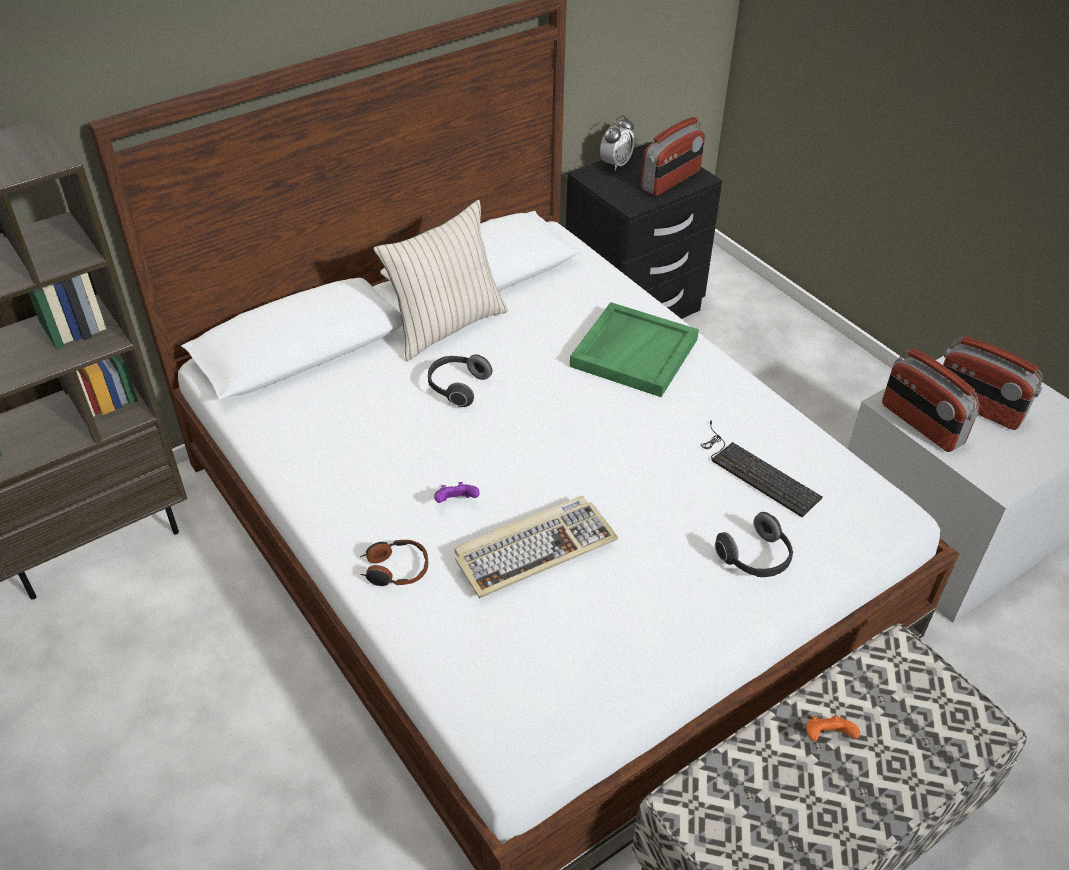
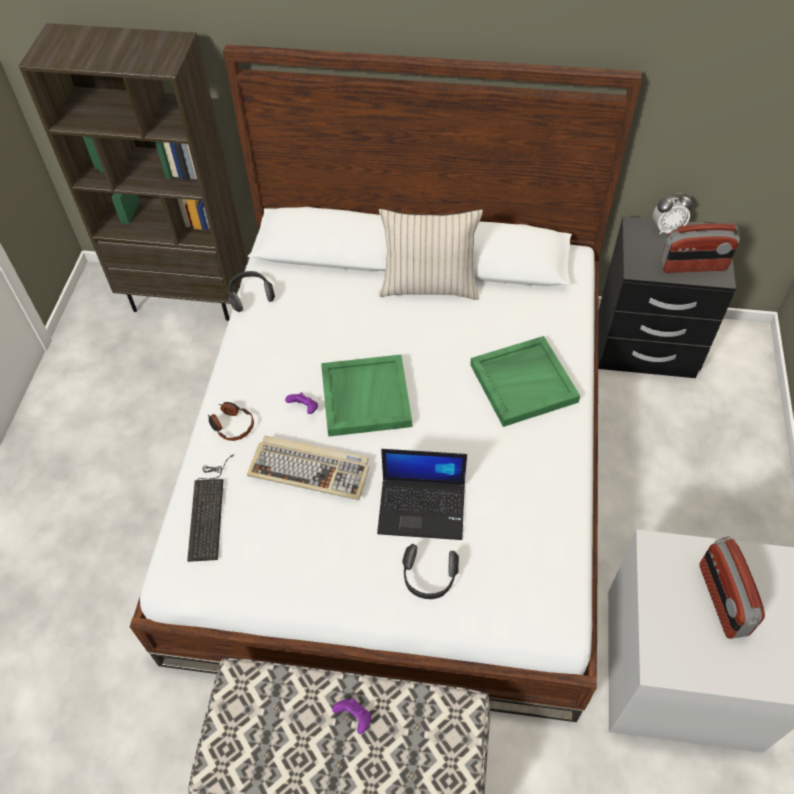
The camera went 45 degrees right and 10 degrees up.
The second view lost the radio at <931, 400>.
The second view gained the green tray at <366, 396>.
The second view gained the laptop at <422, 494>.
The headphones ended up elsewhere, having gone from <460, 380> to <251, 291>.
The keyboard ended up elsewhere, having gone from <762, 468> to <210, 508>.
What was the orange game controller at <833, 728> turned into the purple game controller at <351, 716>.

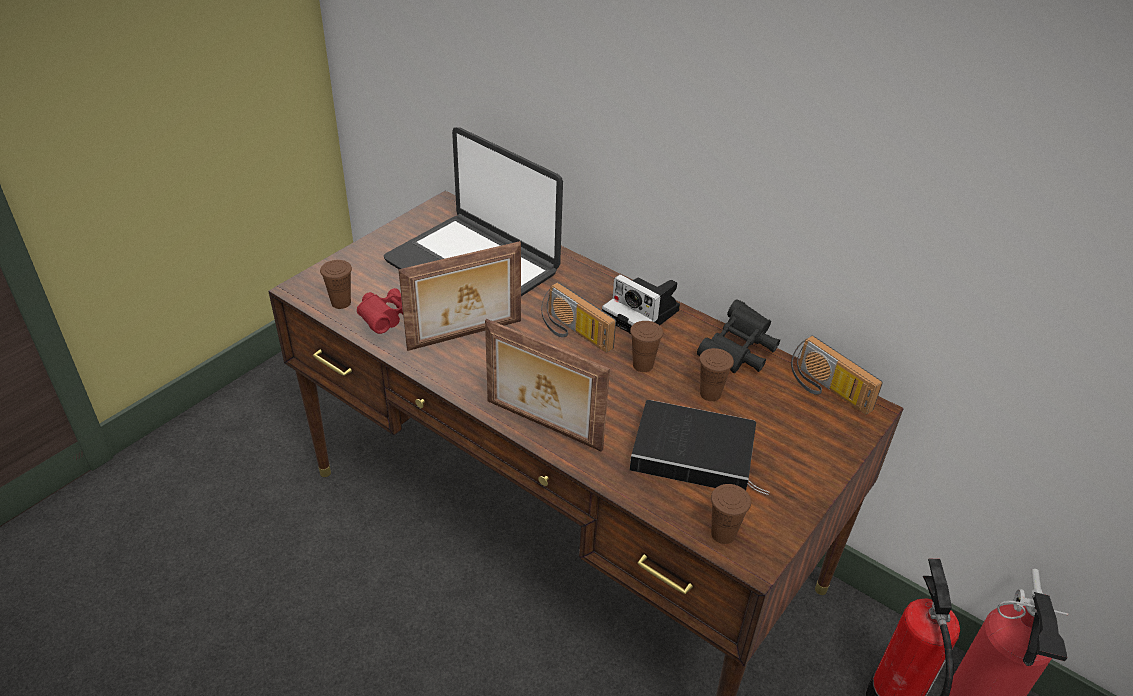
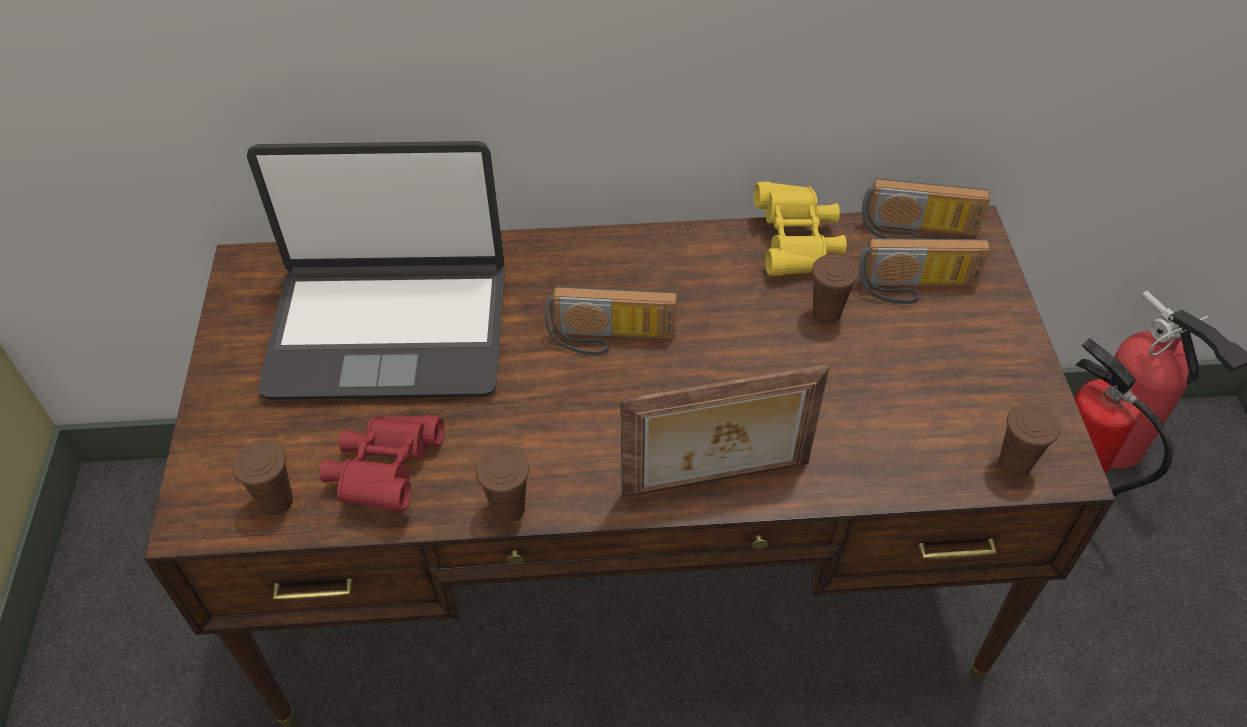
The camera went 40 degrees left and 10 degrees up.
The second view lost the picture frame at <459, 296>.
The second view lost the photo camera at <641, 304>.
The second view lost the book at <700, 447>.
The second view gained the radio at <924, 271>.
The brown cup ended up elsewhere, having gone from <646, 346> to <502, 485>.
What was the black binoculars at <738, 336> turned into the yellow binoculars at <800, 229>.

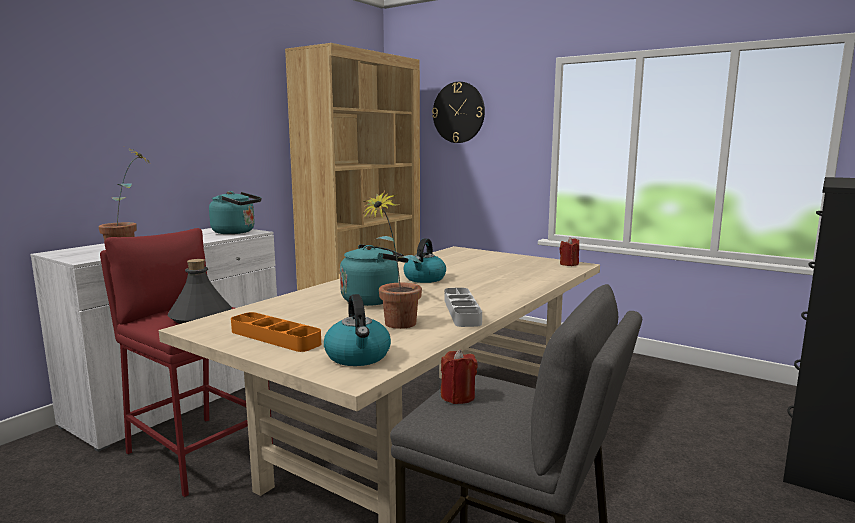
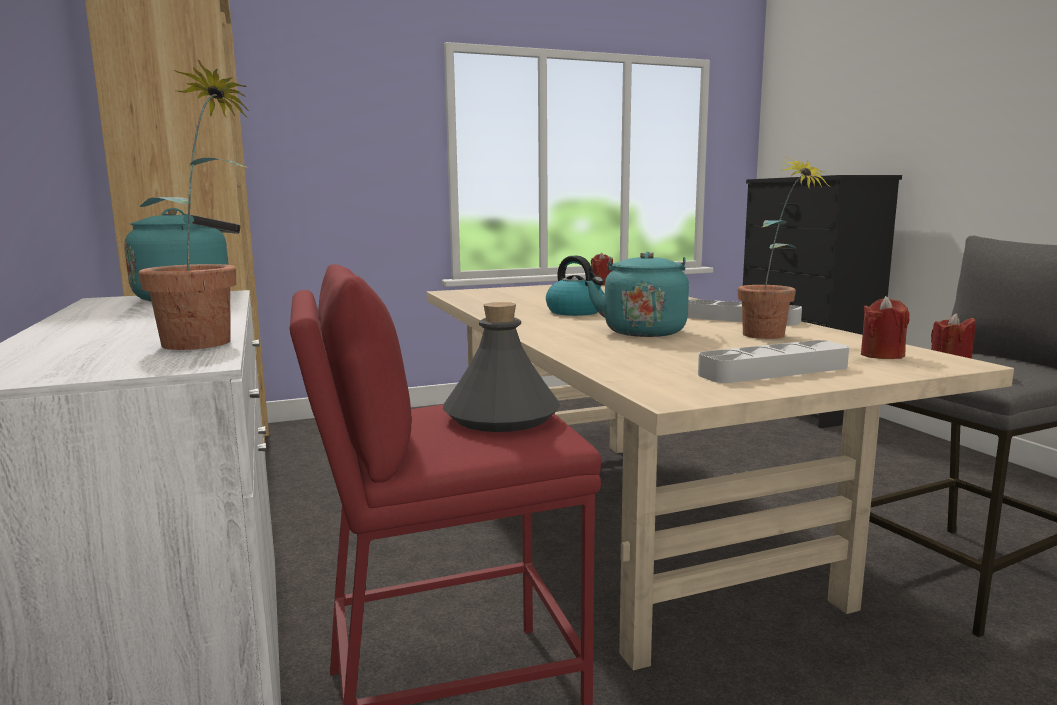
The camera went 55 degrees left and 0 degrees up.
The second view lost the wall clock at <458, 112>.
Where the kettle stood at <357, 330>, the red candle came to stand at <885, 327>.
What was the orange tray at <276, 332> turned into the grey tray at <773, 361>.

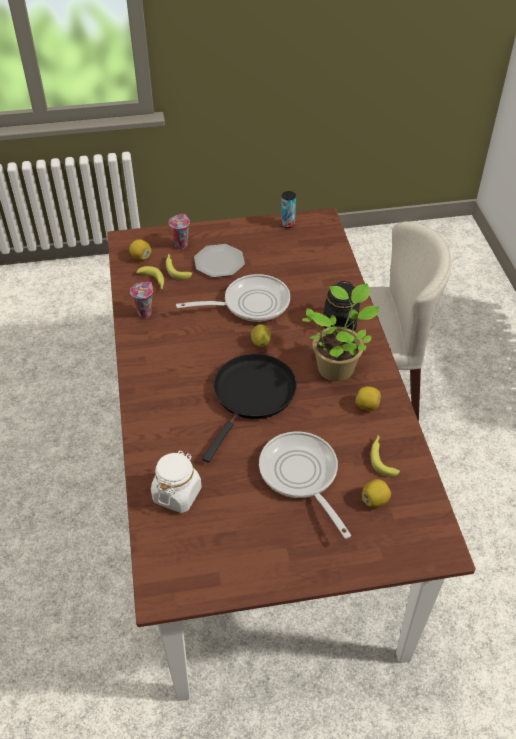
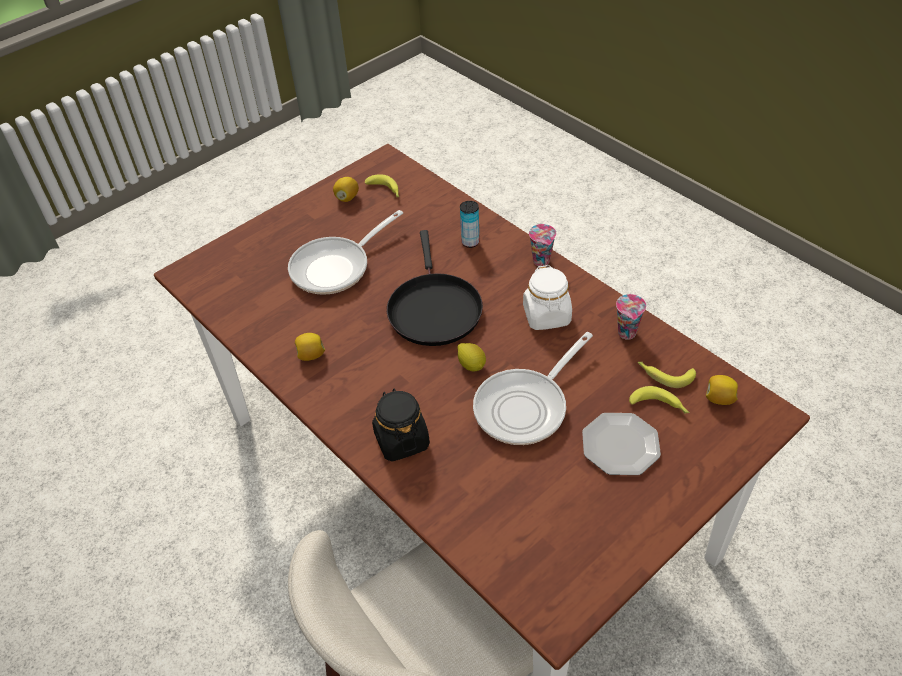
The camera went 150 degrees right and 0 degrees up.
The second view lost the potted plant at <341, 332>.
The white jar ended up elsewhere, having gone from <176, 482> to <547, 297>.
The cup ended up elsewhere, having gone from <179, 231> to <542, 245>.
The can ended up elsewhere, having gone from <288, 209> to <470, 224>.
The lemon ended up elsewhere, having gone from <376, 493> to <346, 189>.
The banana ended up elsewhere, having gone from <385, 456> to <382, 185>.
The frying pan at <305, 485> ended up facing another way, 105 degrees clockwise from before.

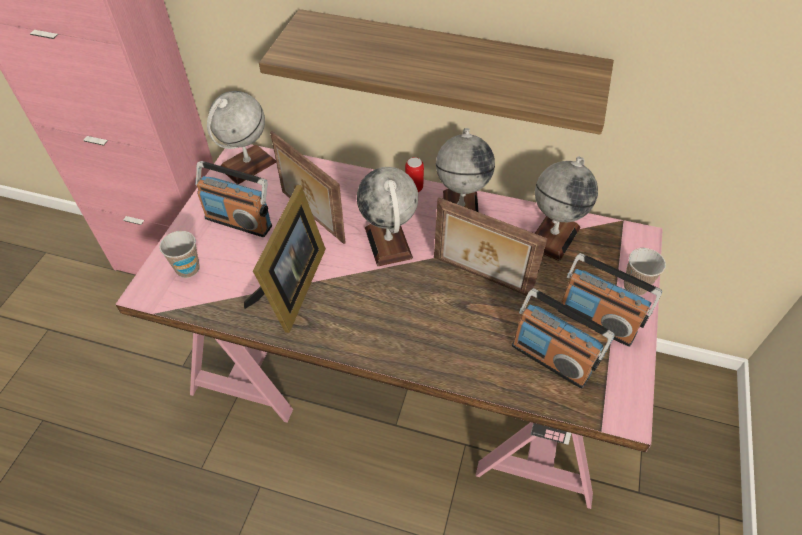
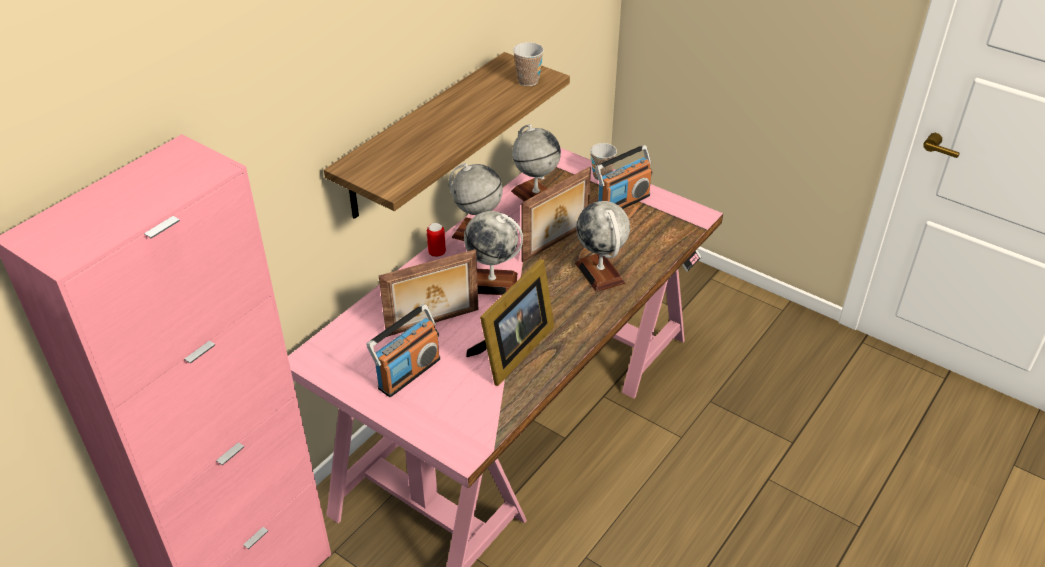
The camera went 70 degrees left and 10 degrees down.
The second view lost the radio at <563, 338>.
The cup ended up elsewhere, having gone from <179, 254> to <528, 64>.
The globe ended up elsewhere, having gone from <241, 137> to <602, 246>.
The picture frame at <285, 259> ended up facing another way, 90 degrees clockwise from before.

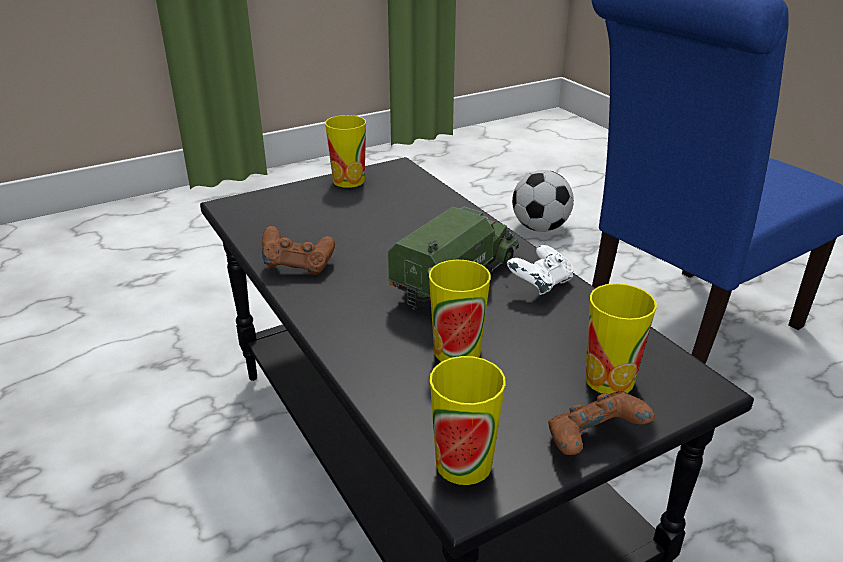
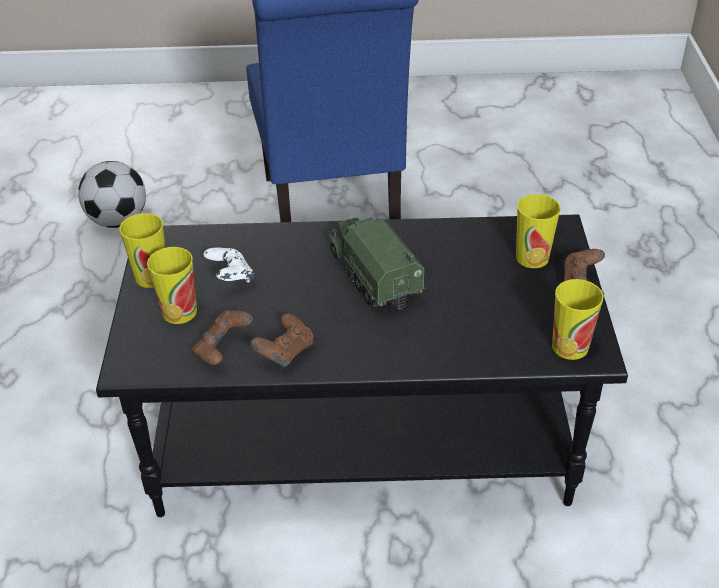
The camera went 60 degrees left and 10 degrees up.
The second view gained the brown game controller at <222, 337>.
The cup ended up elsewhere, having gone from <460, 311> to <172, 285>.
The white game controller ended up elsewhere, having gone from <540, 270> to <229, 265>.

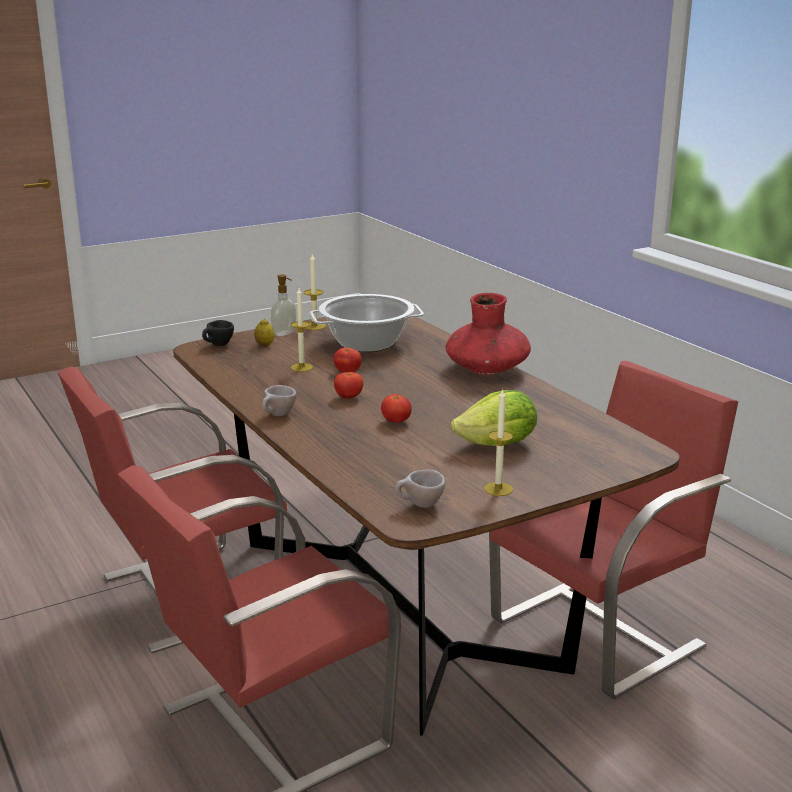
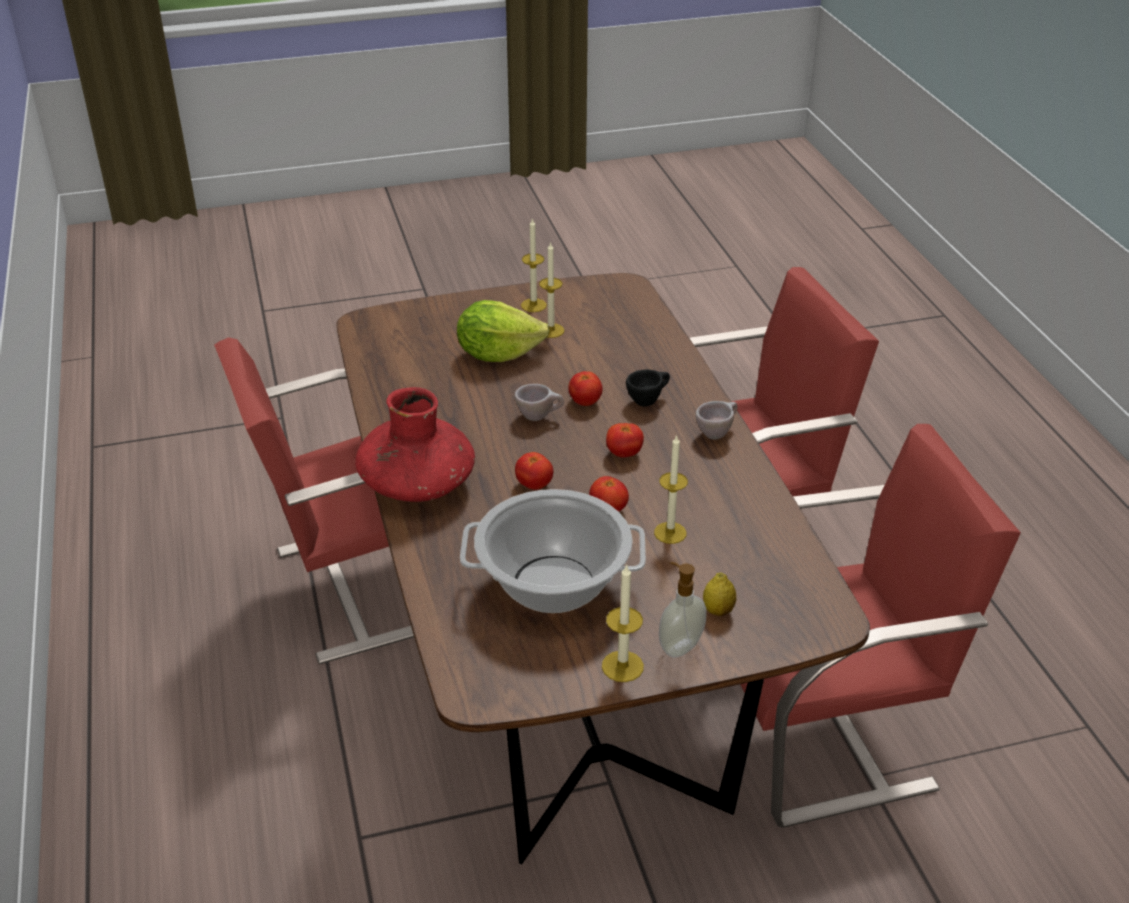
The camera went 165 degrees left and 15 degrees up.
The second view gained the tomato at <534, 471>.
The second view gained the candle at <551, 290>.
The black cup ended up elsewhere, having gone from <218, 333> to <648, 388>.
The beige cup ended up elsewhere, having gone from <420, 489> to <539, 402>.

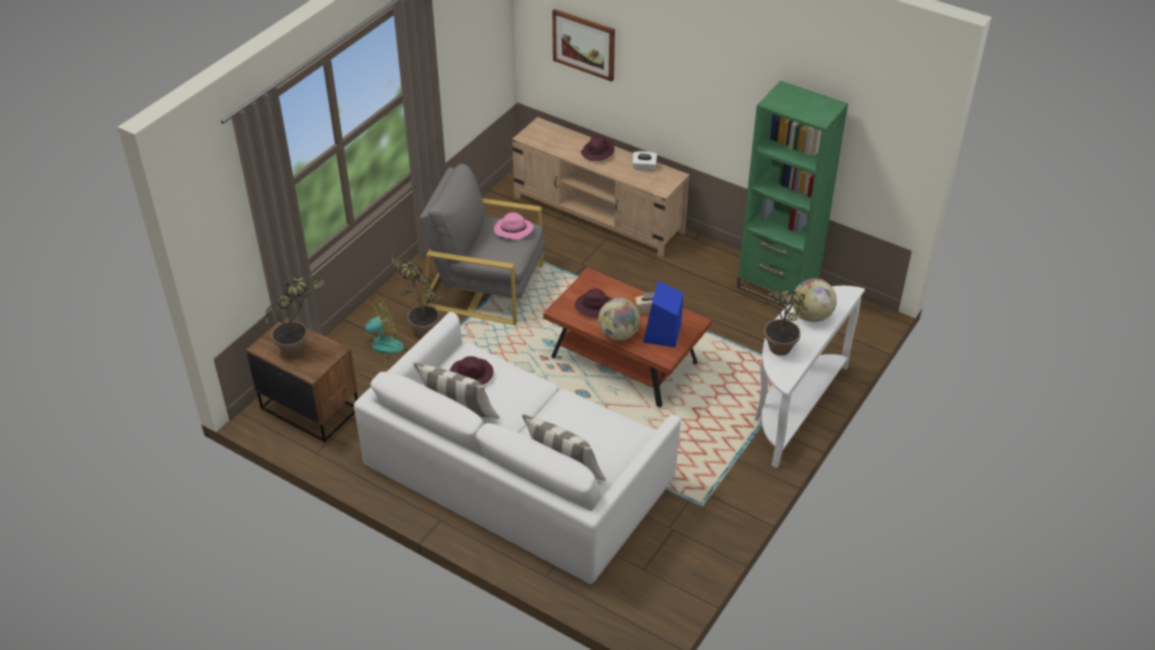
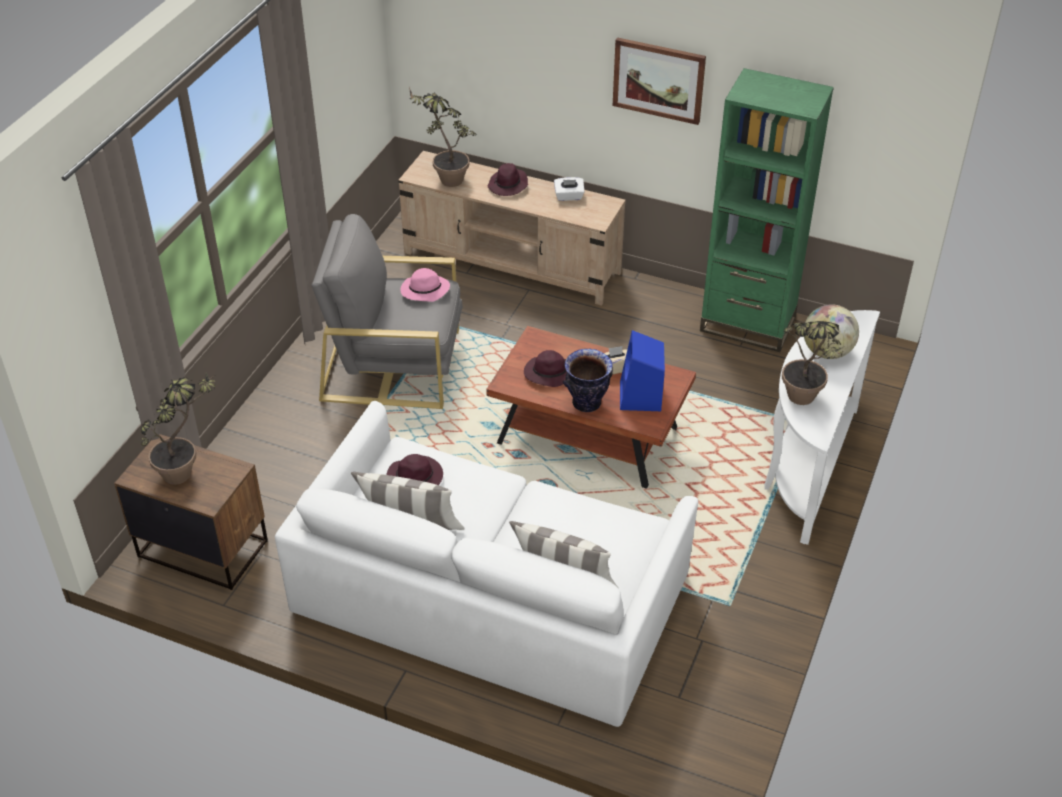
The camera went 10 degrees left and 0 degrees up.
The second view lost the fan at <380, 333>.
The potted plant ended up elsewhere, having gone from <416, 295> to <443, 137>.
The picture ended up elsewhere, having gone from <583, 45> to <659, 81>.
Where the globe stood at <619, 319>, the vase came to stand at <588, 380>.

